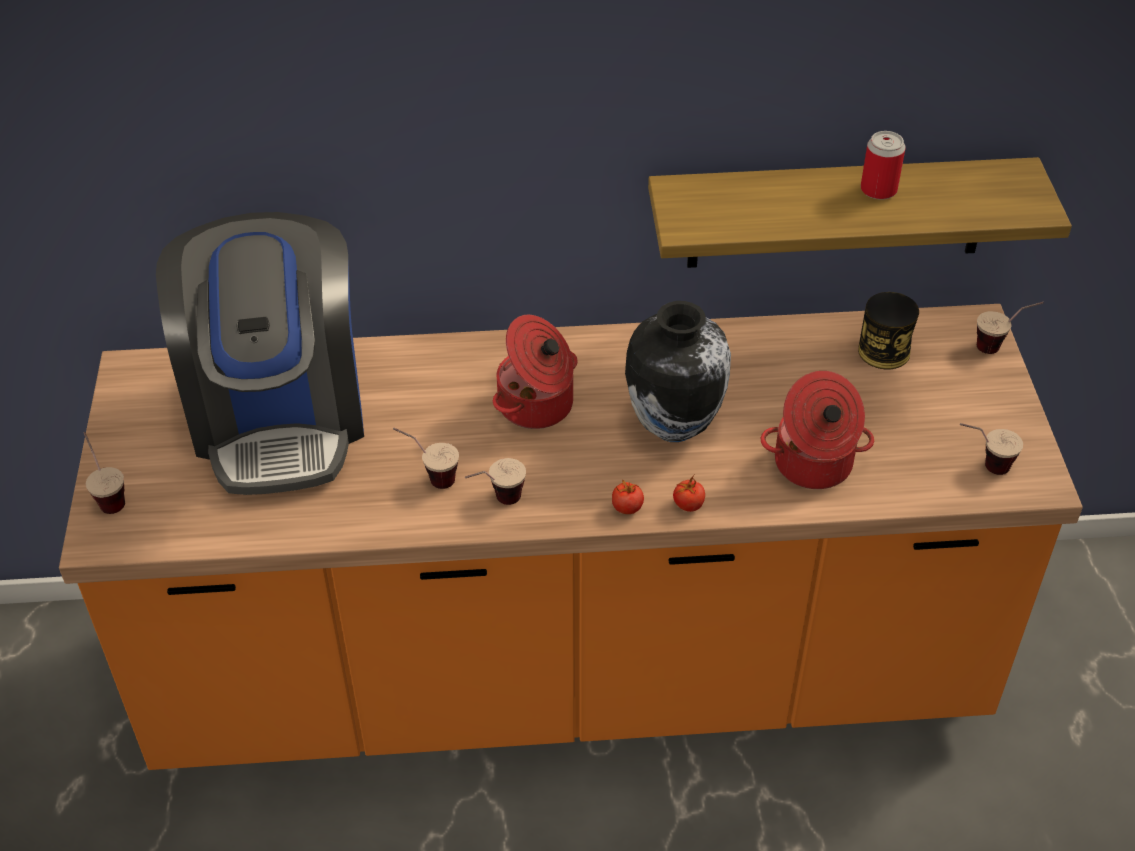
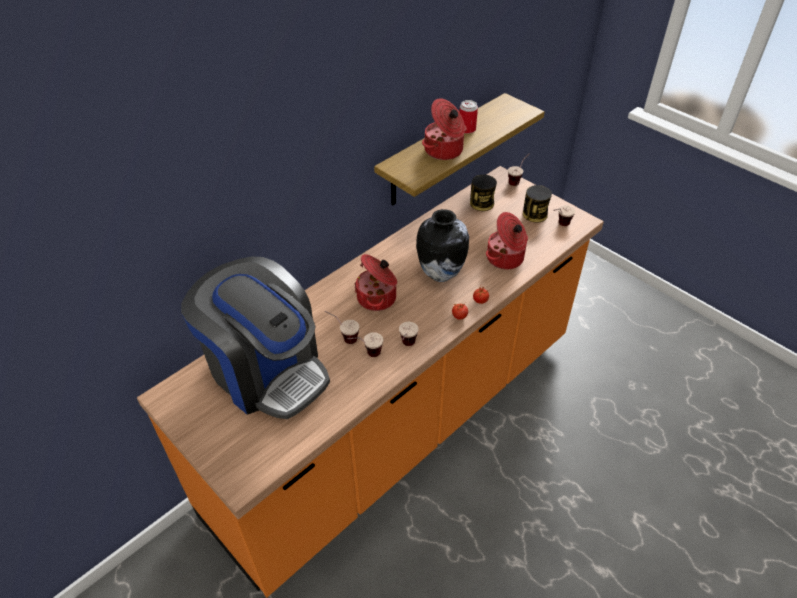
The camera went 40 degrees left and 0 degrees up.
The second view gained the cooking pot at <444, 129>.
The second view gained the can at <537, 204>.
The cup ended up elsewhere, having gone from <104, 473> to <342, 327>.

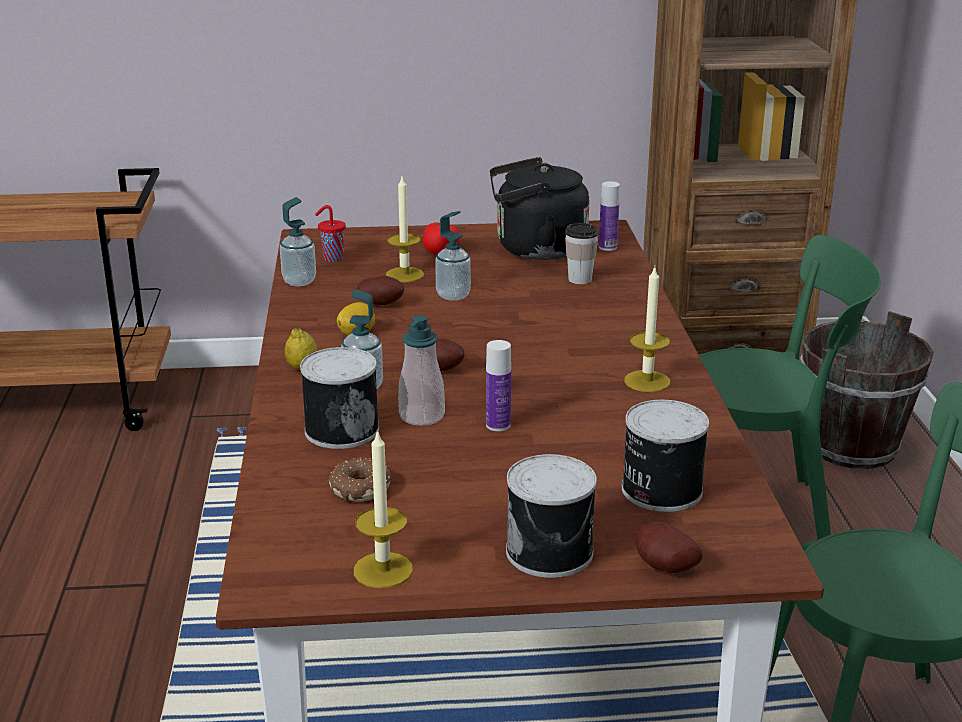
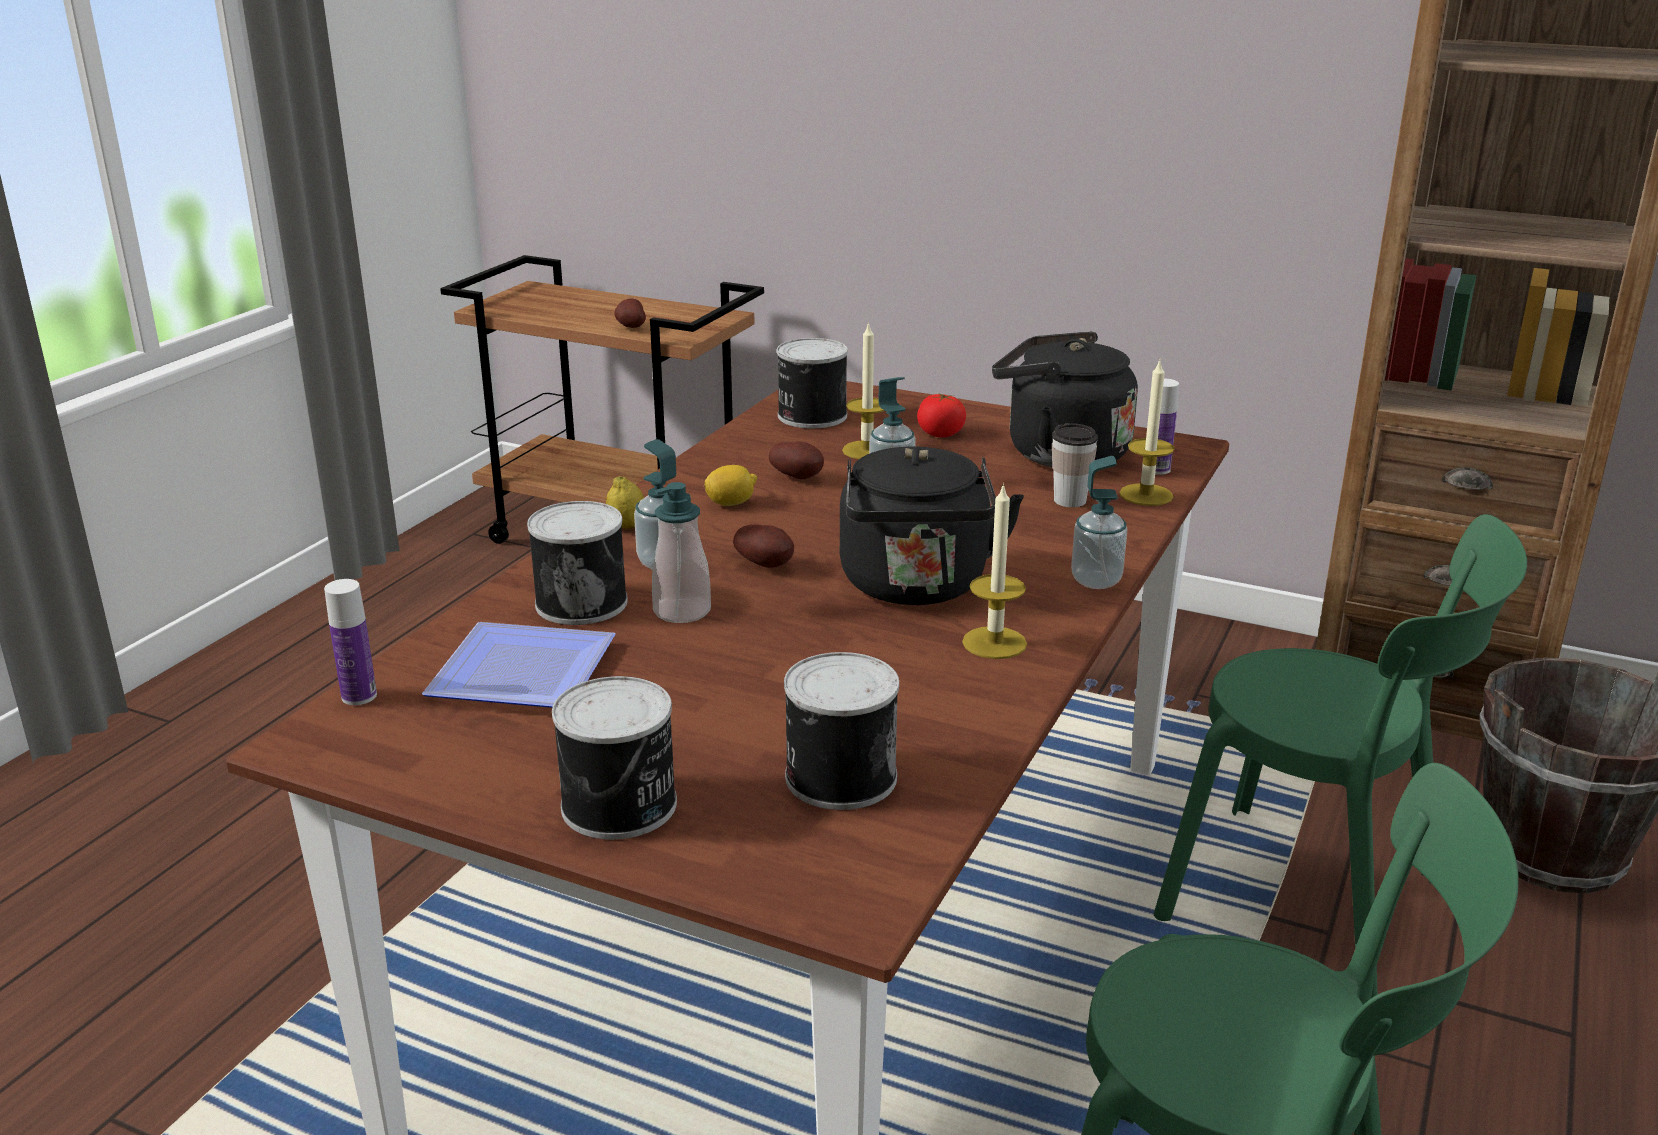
The camera went 30 degrees right and 0 degrees up.
The second view gained the black kettle at <932, 525>.
The soap dispenser ended up elsewhere, having gone from <298, 241> to <1099, 522>.
The candle ended up elsewhere, having gone from <383, 508> to <1146, 433>.
The bottle ended up elsewhere, having gone from <498, 385> to <350, 642>.
The potato ended up elsewhere, having gone from <669, 547> to <630, 313>.
Where the red cup stood at <330, 233>, the can came to stand at <812, 383>.
Where the donut stood at <360, 479>, the plate came to stand at <519, 665>.

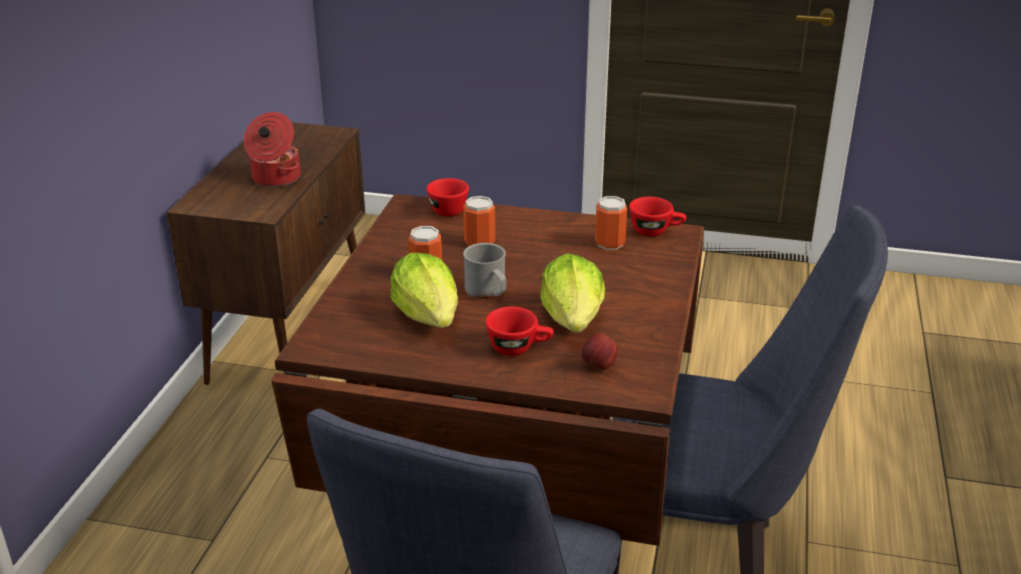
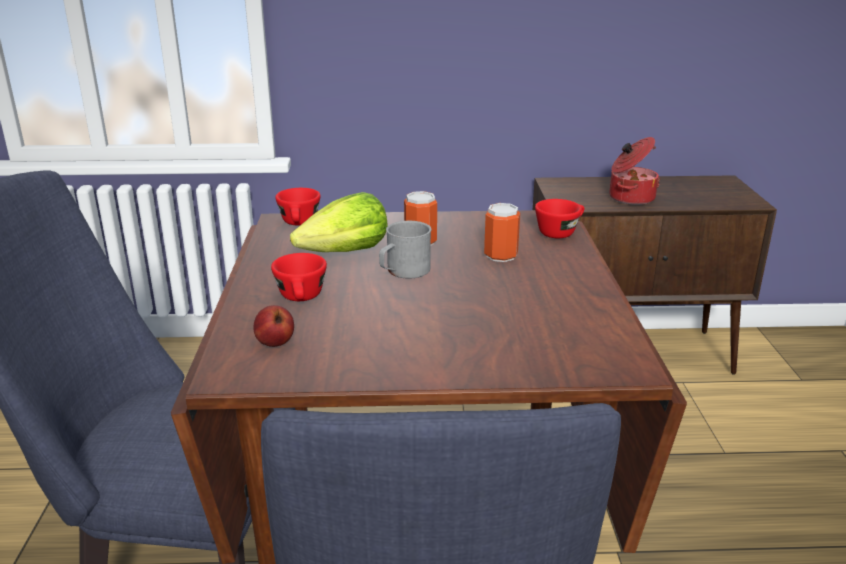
The camera went 75 degrees right and 5 degrees down.
The second view lost the lettuce at <572, 292>.
The second view lost the can at <611, 223>.
The red cup ended up elsewhere, having gone from <657, 216> to <297, 206>.

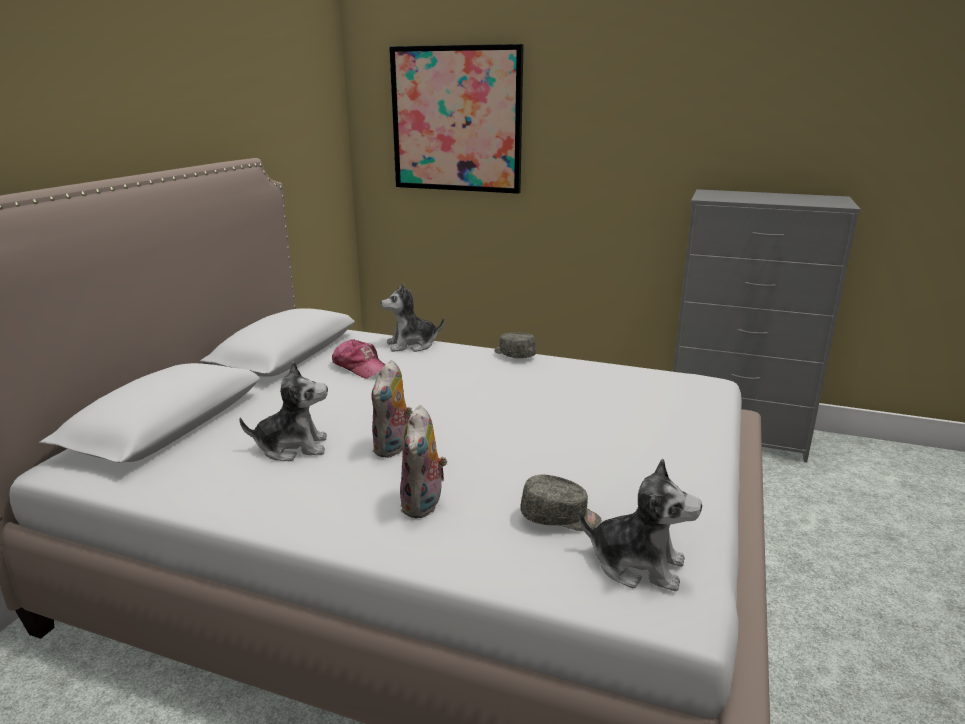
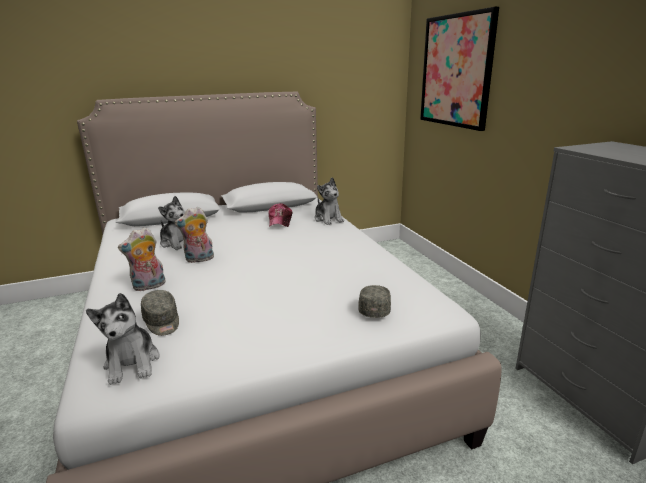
The camera went 50 degrees right and 0 degrees up.
The grey cap ended up elsewhere, having gone from <515, 346> to <374, 301>.
The plush toy at <413, 317> ended up facing another way, 150 degrees counterclockwise from before.

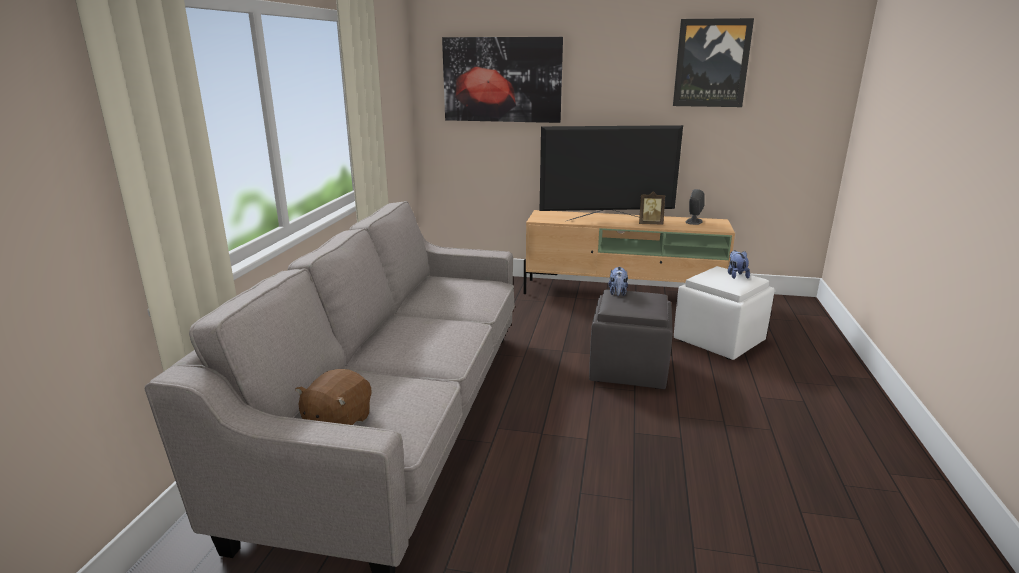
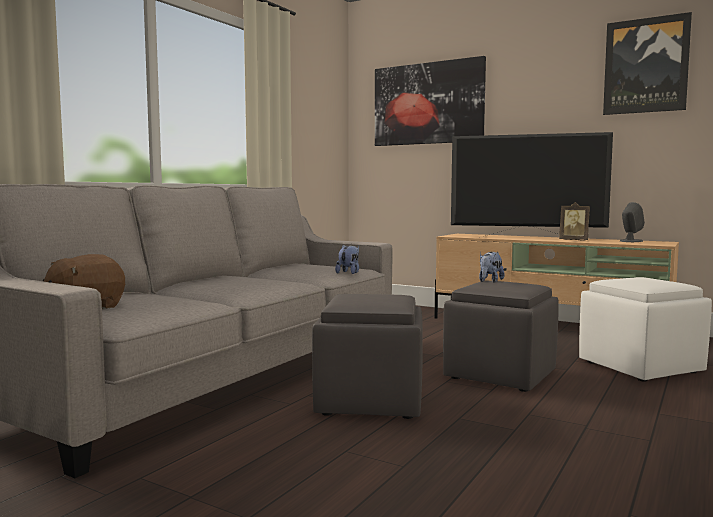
The camera went 20 degrees right and 15 degrees down.
The second view gained the grey ottoman at <367, 356>.
The plush toy ended up elsewhere, having gone from <739, 264> to <347, 259>.

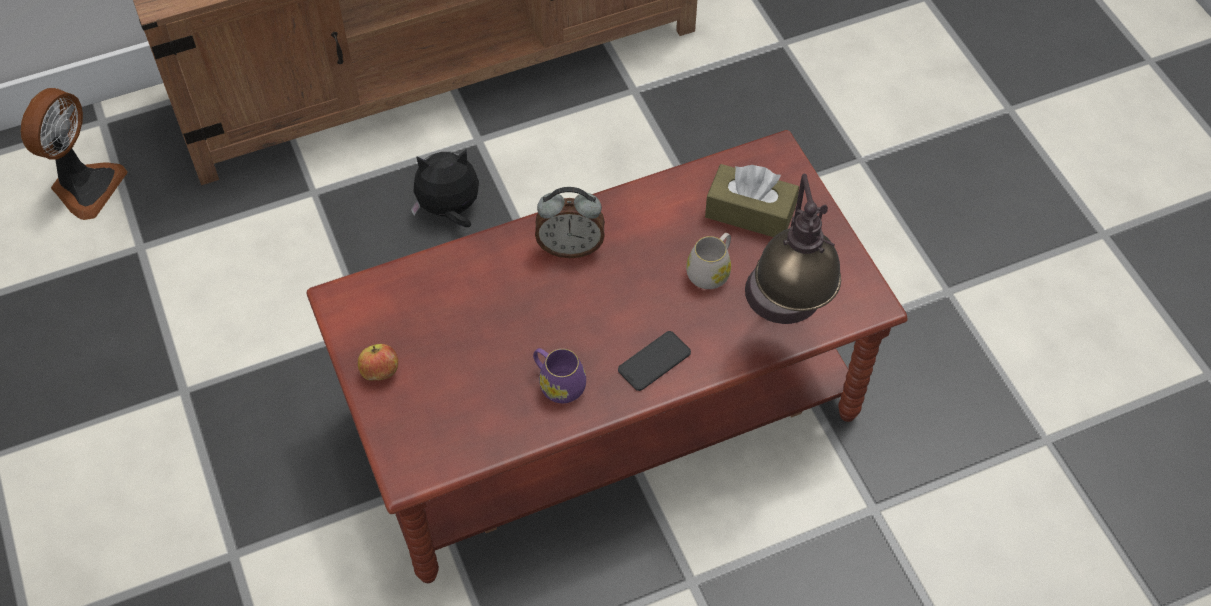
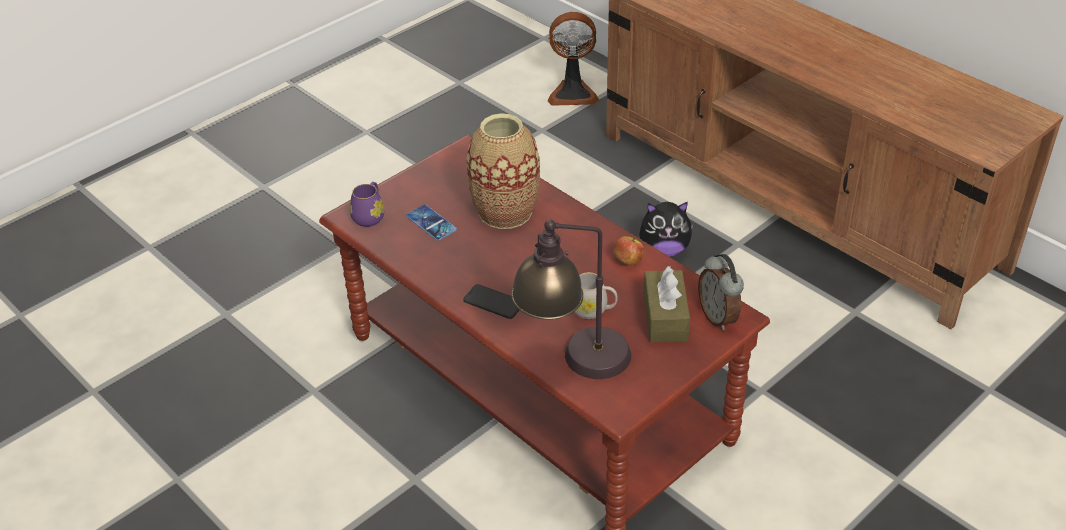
The camera went 70 degrees right and 15 degrees down.
The second view gained the phone at <431, 222>.
The second view gained the vase at <503, 171>.
The apple ended up elsewhere, having gone from <378, 362> to <628, 251>.
The purple mug ended up elsewhere, having gone from <559, 375> to <367, 204>.
The alarm clock ended up elsewhere, having gone from <570, 222> to <721, 292>.
The plush toy at <445, 188> ended up facing another way, 120 degrees clockwise from before.

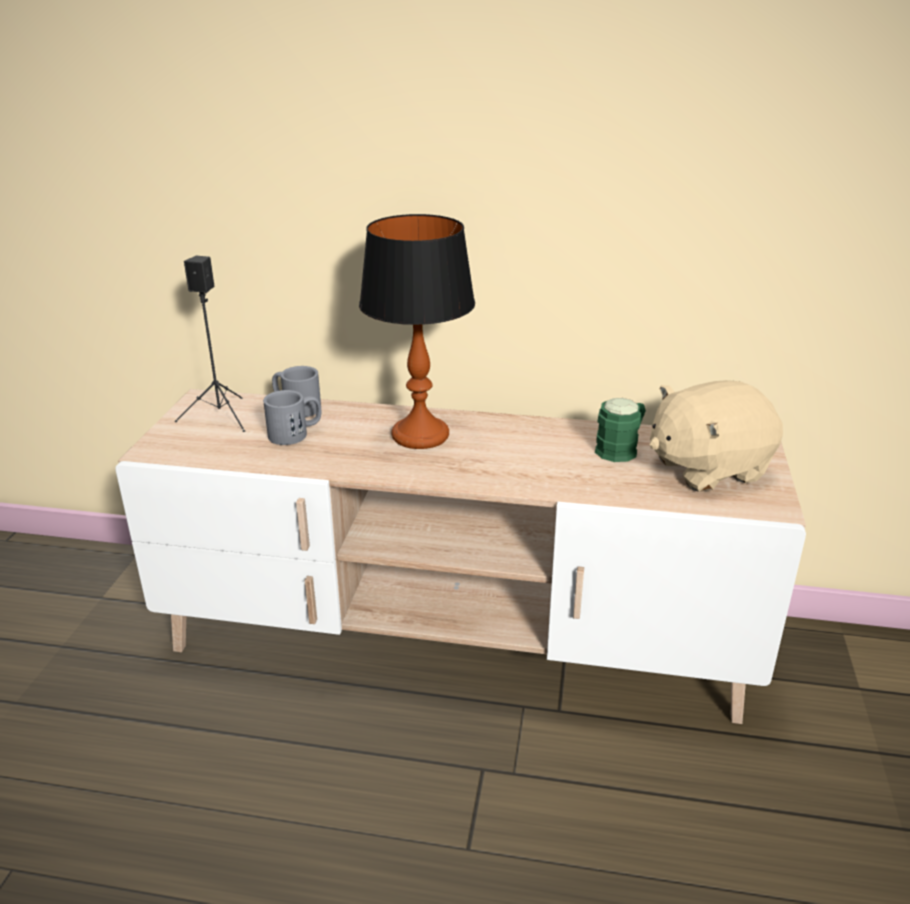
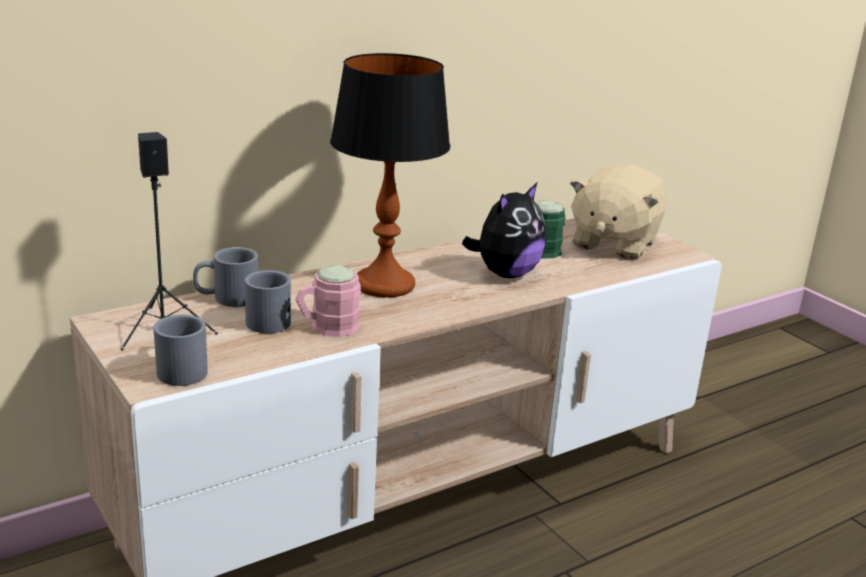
The camera went 45 degrees left and 5 degrees down.
The second view gained the grey mug at <180, 350>.
The second view gained the pink mug at <328, 301>.
The second view gained the plush toy at <504, 230>.

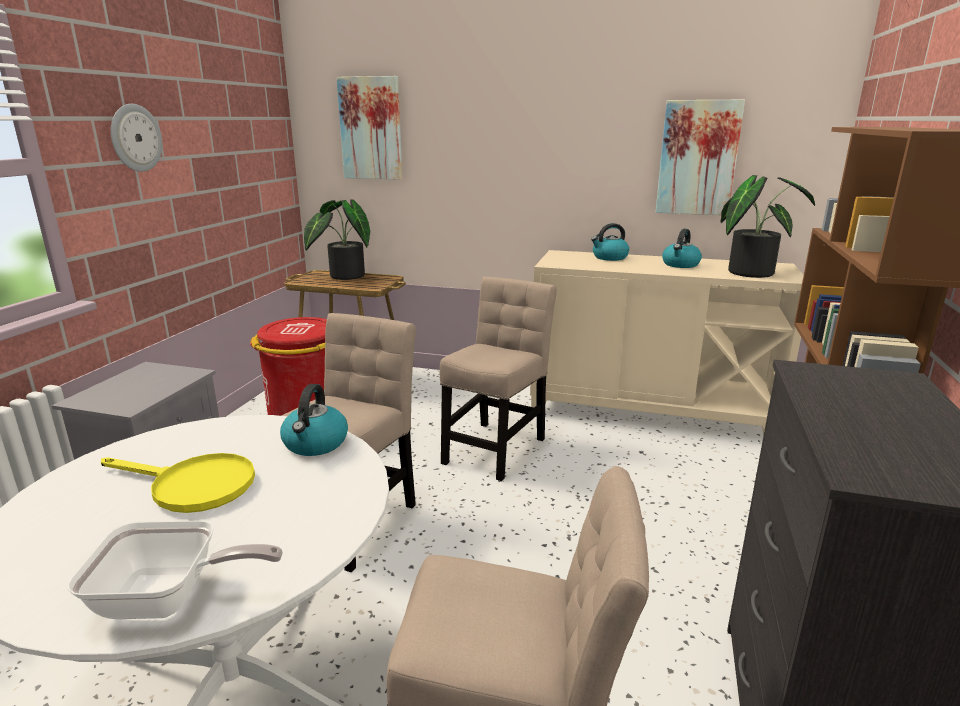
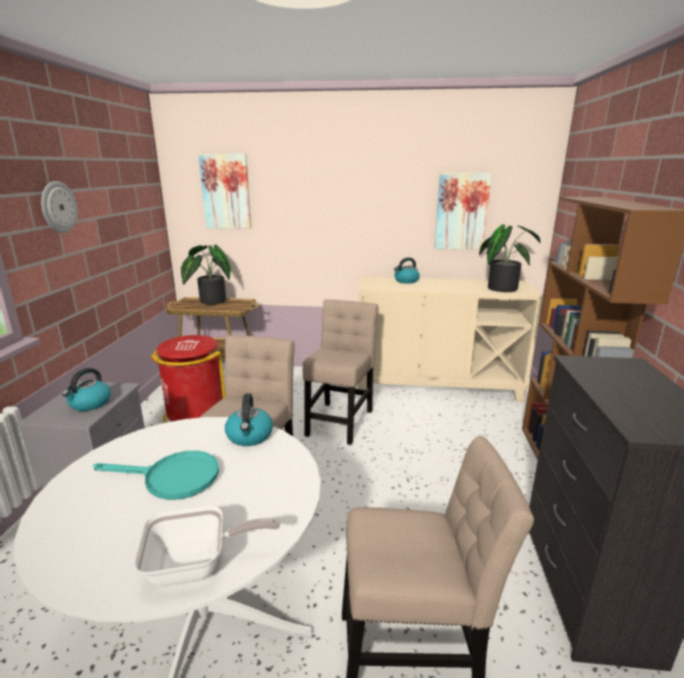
The camera went 10 degrees left and 0 degrees up.
The kettle ended up elsewhere, having gone from <682, 248> to <86, 389>.
What was the yellow frying pan at <178, 483> turned into the turquoise frying pan at <156, 475>.

